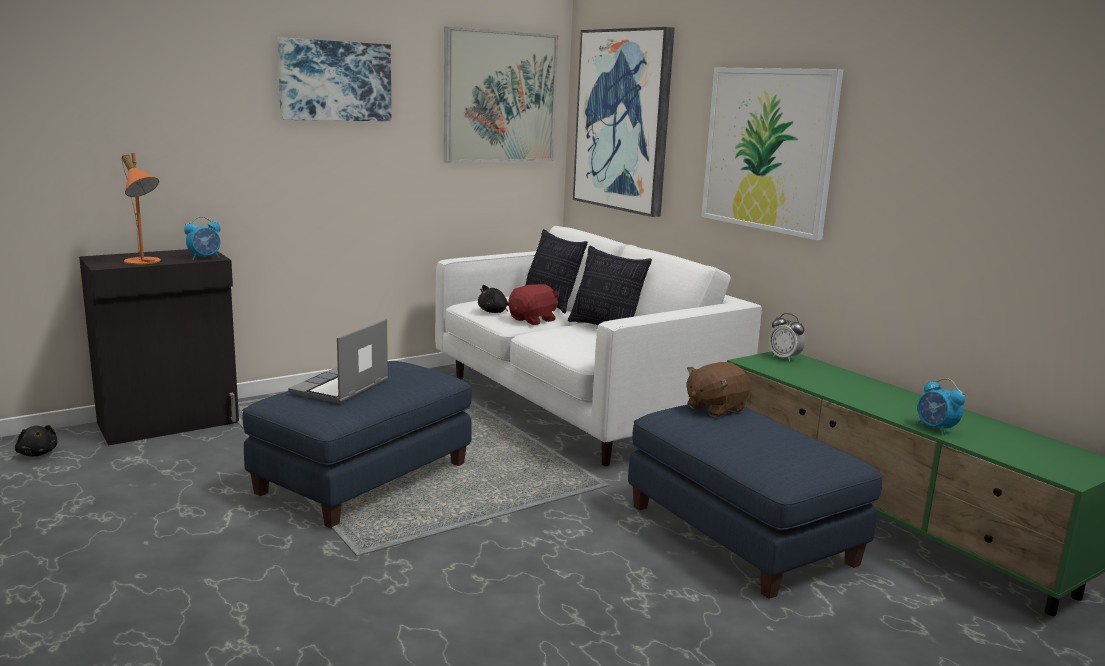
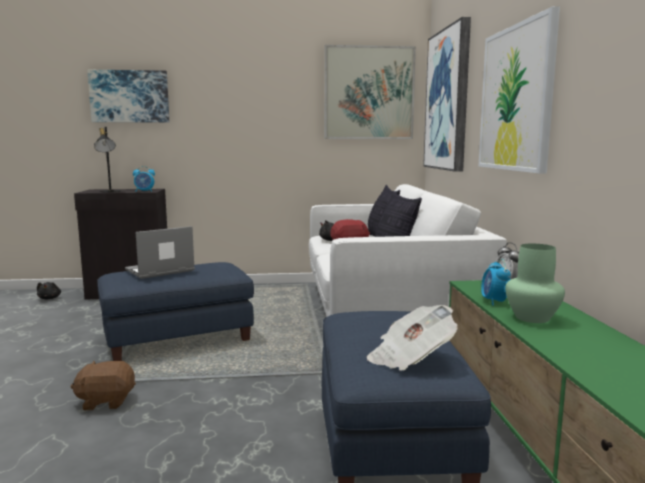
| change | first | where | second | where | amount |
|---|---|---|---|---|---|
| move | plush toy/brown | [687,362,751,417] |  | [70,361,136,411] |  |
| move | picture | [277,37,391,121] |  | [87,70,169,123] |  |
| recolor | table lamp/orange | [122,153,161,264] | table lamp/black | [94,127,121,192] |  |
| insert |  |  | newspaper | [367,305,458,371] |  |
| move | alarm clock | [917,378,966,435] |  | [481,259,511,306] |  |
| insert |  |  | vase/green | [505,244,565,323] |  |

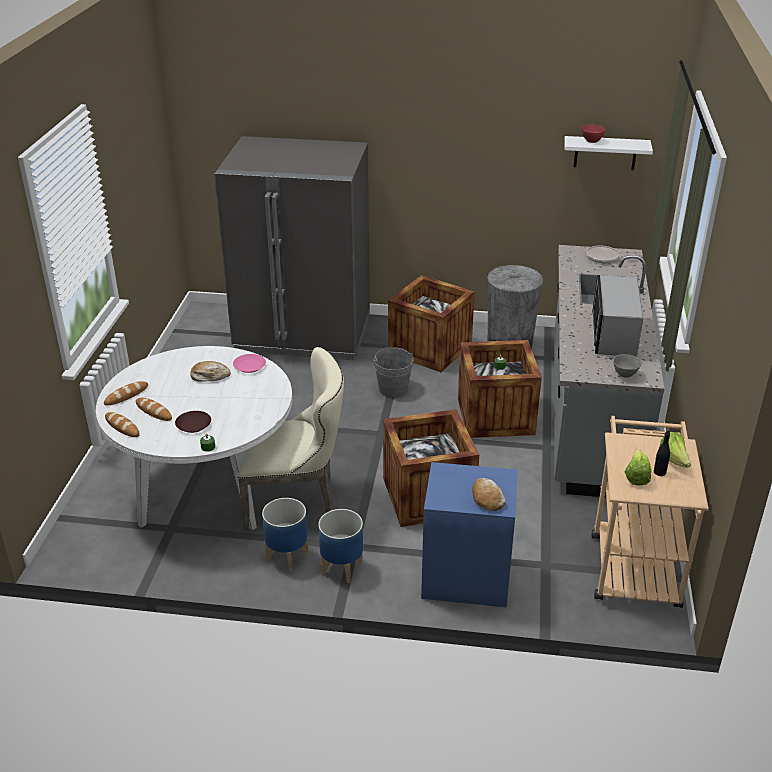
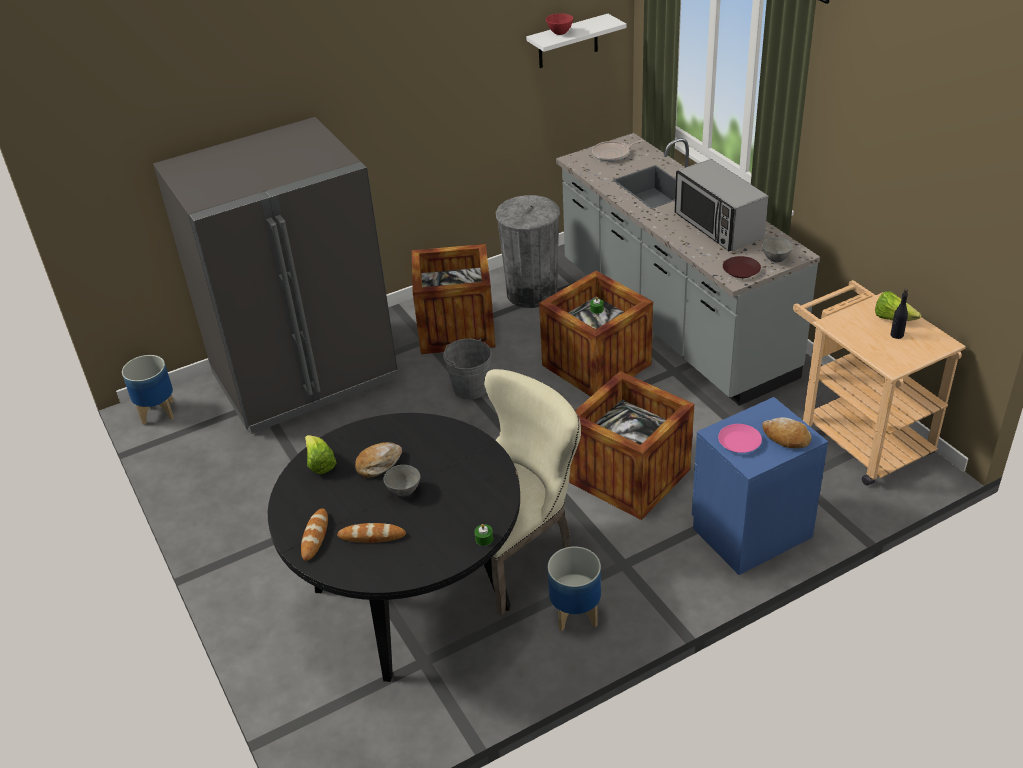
| change | first | where | second | where | amount |
|---|---|---|---|---|---|
| move | planter | [318,509,363,583] |  | [122,355,174,425] |  |
| recolor | dining table/white | [96,346,292,530] | dining table/black | [268,413,520,682] |  |
| move | lettuce | [625,449,652,486] |  | [305,435,336,474] |  |
| insert |  |  | bowl/grey | [384,465,420,496] |  |
| move | plate/pink | [233,354,266,373] |  | [718,424,762,453] |  |
| move | plate/brown | [175,411,211,433] |  | [723,256,761,278] |  |
| delete | bread | [105,412,140,437] |  |  |  |

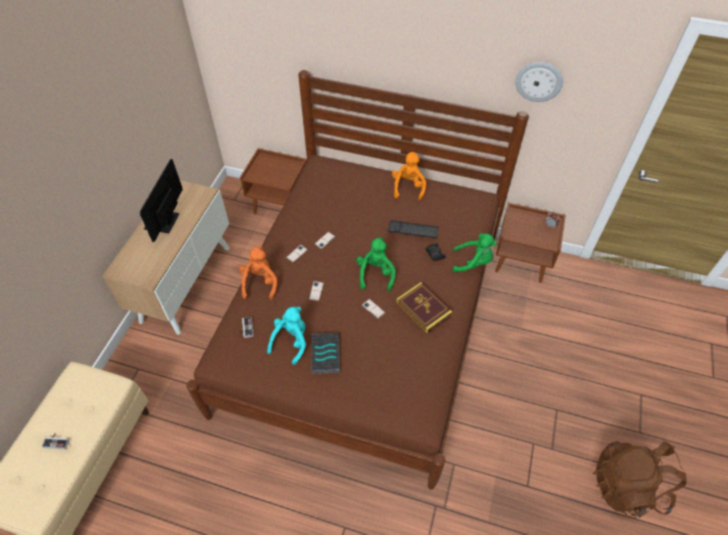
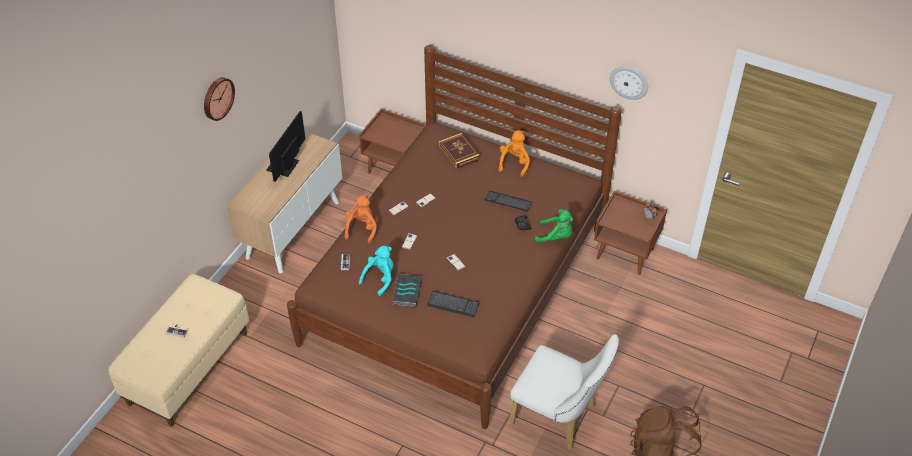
| change | first | where | second | where | amount |
|---|---|---|---|---|---|
| insert |  |  | wall clock | [204,77,235,121] |  |
| insert |  |  | keyboard | [427,291,479,317] |  |
| move | book | [396,282,453,334] |  | [439,133,480,169] |  |
| insert |  |  | chair/white | [510,334,619,450] |  |
| delete | plush toy/green | [356,237,396,291] |  |  |  |

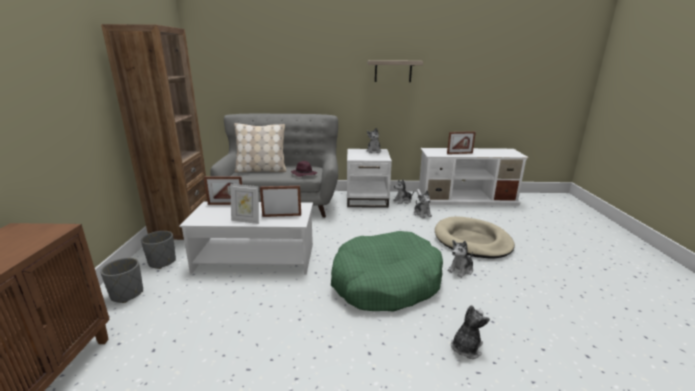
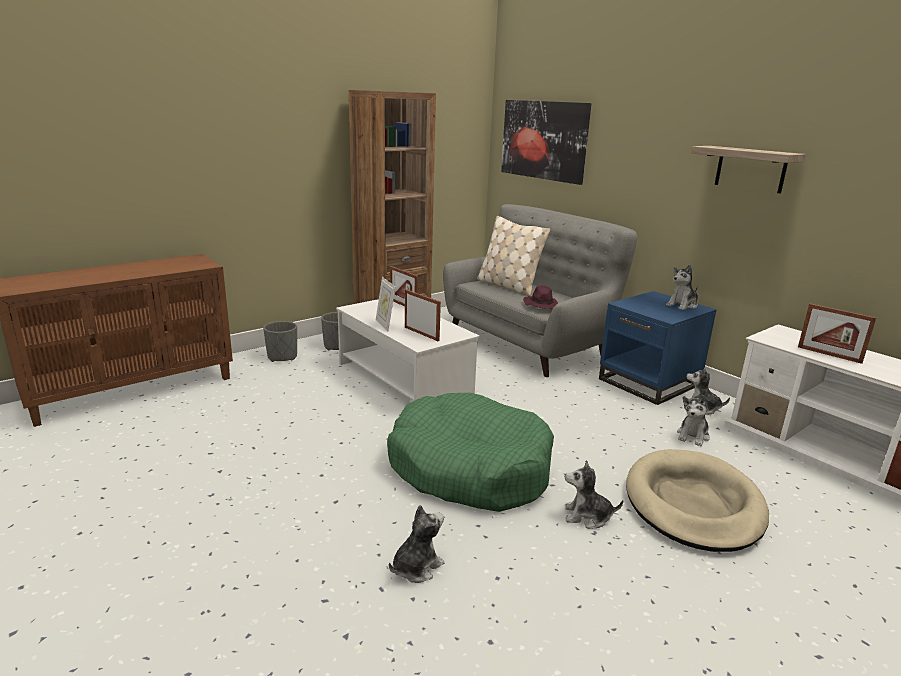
| change | first | where | second | where | amount |
|---|---|---|---|---|---|
| rotate | plush toy | [451,305,490,359] |  | [389,505,445,583] | 45 degrees counterclockwise |
| insert |  |  | picture | [501,100,592,185] |  |
| recolor | side table/white | [347,149,392,208] | side table/blue | [599,291,717,405] |  |

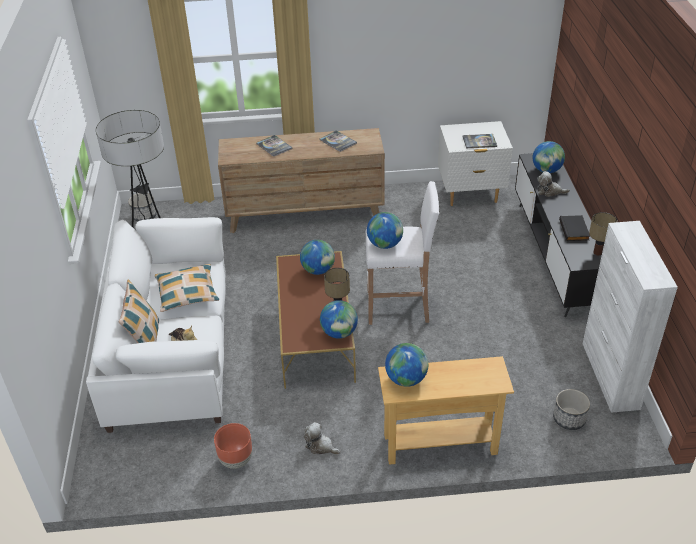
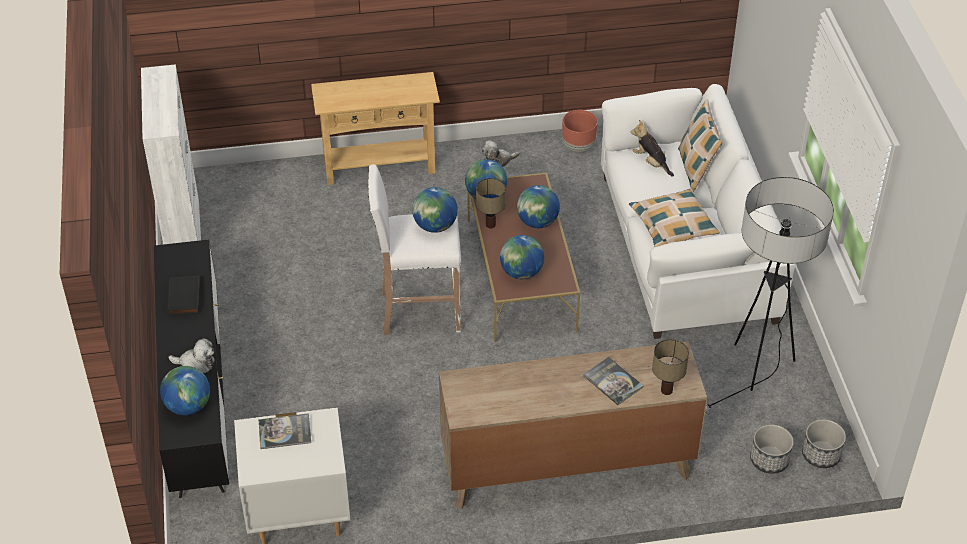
| change | first | where | second | where | amount |
|---|---|---|---|---|---|
| rotate | plush toy | [304,422,341,454] |  | [481,140,520,167] | 135 degrees clockwise |
| move | globe | [385,343,428,387] |  | [517,185,560,228] |  |
| move | table lamp | [589,212,618,255] |  | [652,339,689,395] |  |
| move | planter | [553,389,590,430] |  | [750,425,794,474] |  |
| delete | book | [320,130,357,152] |  |  |  |

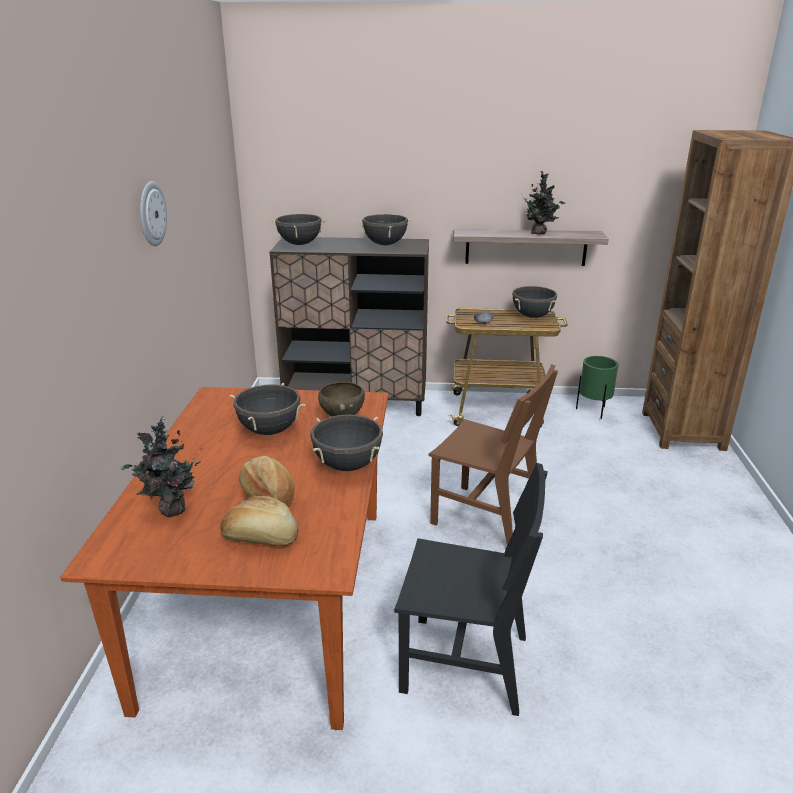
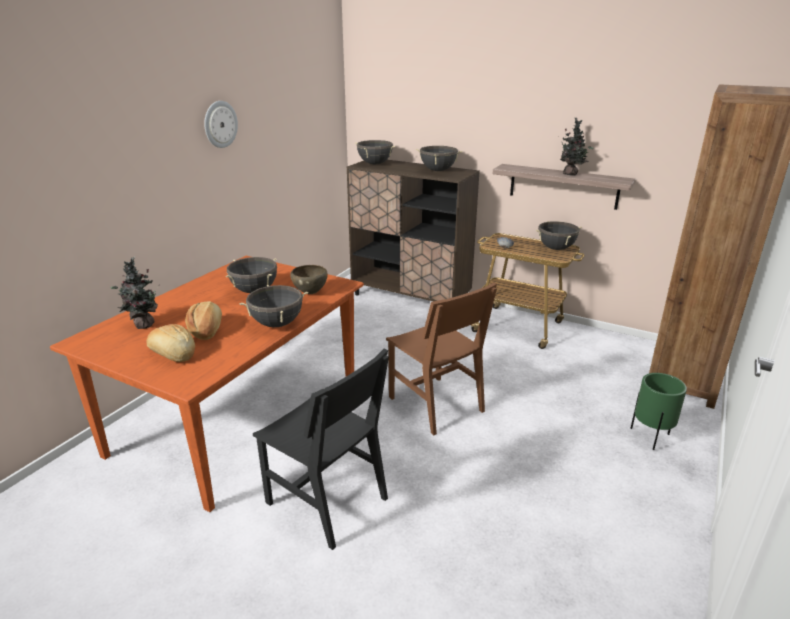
| change | first | where | second | where | amount |
|---|---|---|---|---|---|
| move | planter/green | [576,356,618,419] |  | [631,373,687,450] |  |

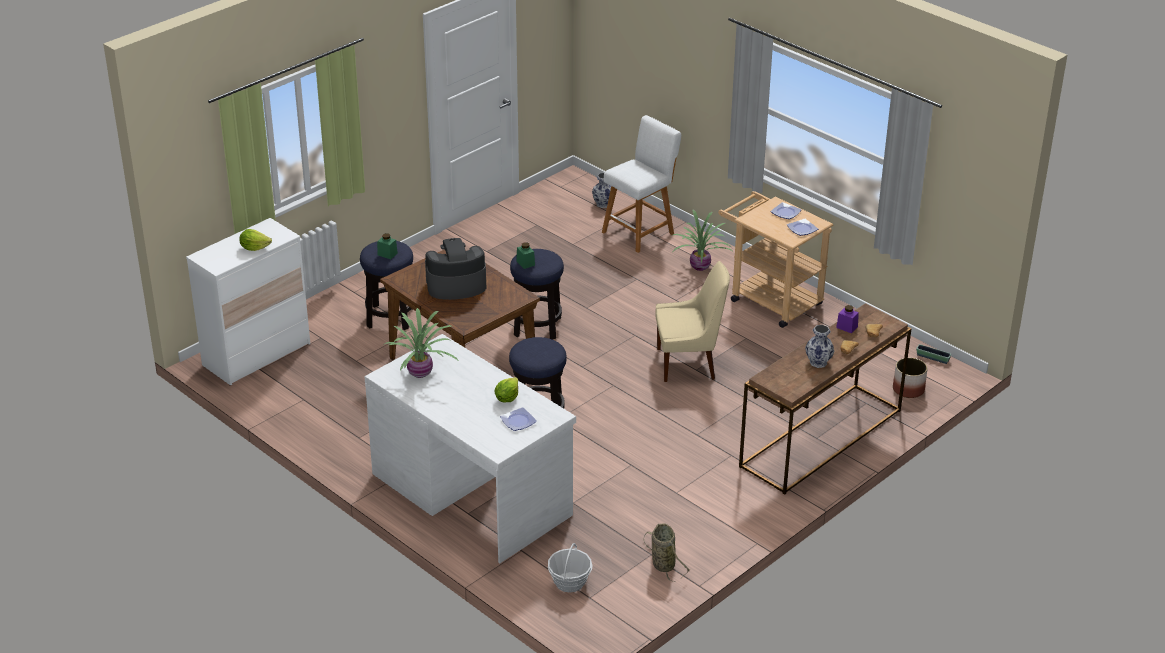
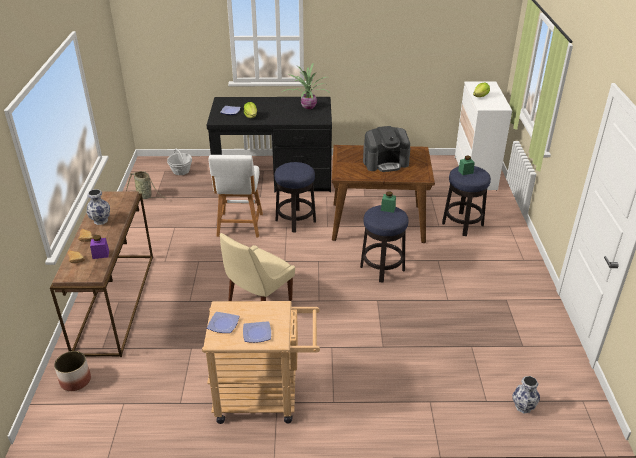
| change | first | where | second | where | amount |
|---|---|---|---|---|---|
| recolor | desk/white | [365,334,576,563] | desk/black | [207,97,332,193] |  |
| move | stool/white | [602,115,681,253] |  | [208,155,263,237] |  |
| rotate | coffee machine | [425,238,486,300] |  | [363,126,410,172] | 45 degrees clockwise |
| delete | potted plant | [671,210,732,271] |  |  |  |
| delete | planter | [916,344,951,364] |  |  |  |

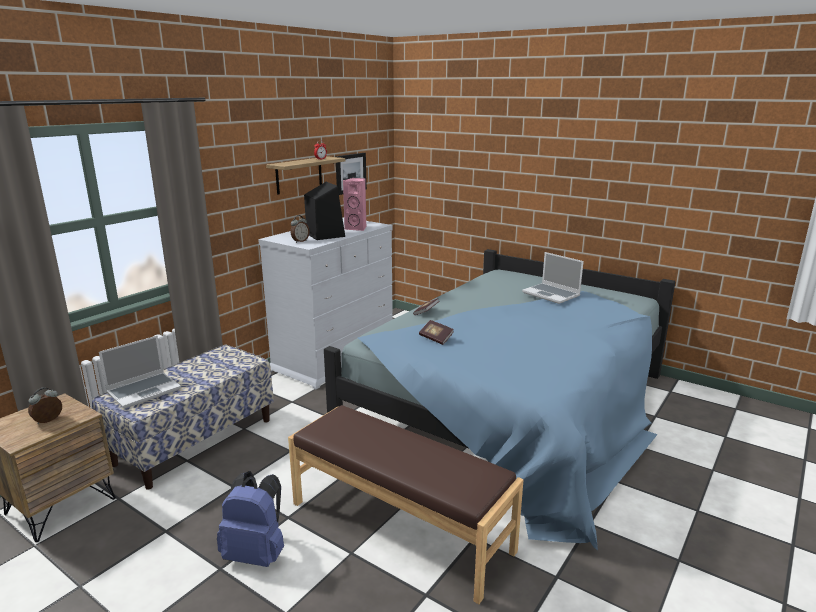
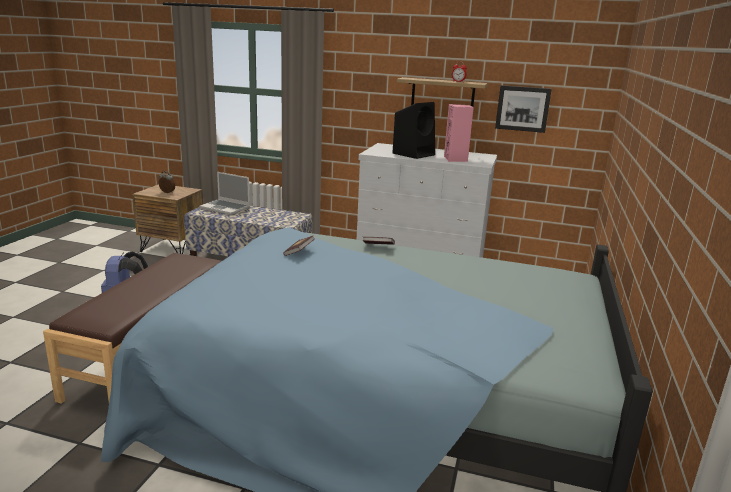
| change | first | where | second | where | amount |
|---|---|---|---|---|---|
| delete | alarm clock | [291,215,309,243] |  |  |  |
| delete | laptop | [522,252,584,304] |  |  |  |

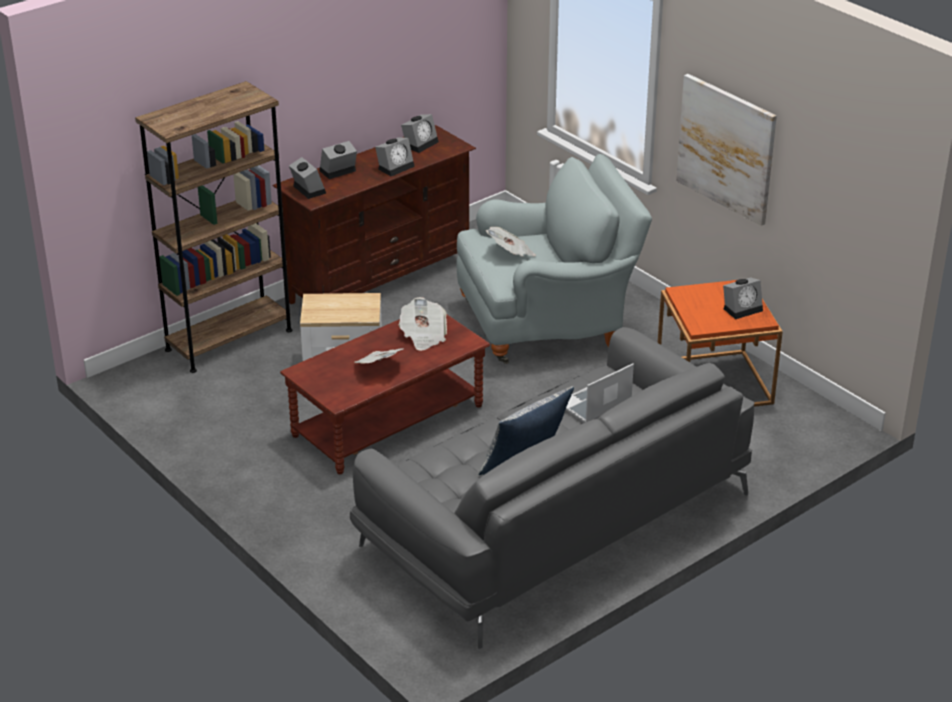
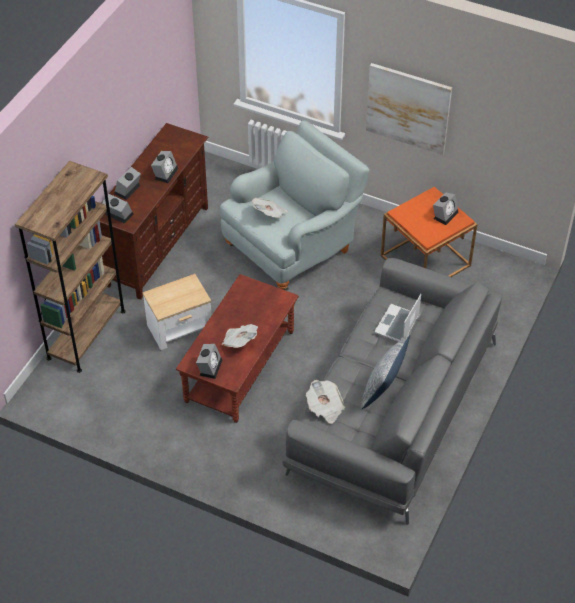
| change | first | where | second | where | amount |
|---|---|---|---|---|---|
| move | alarm clock | [401,114,439,153] |  | [196,344,222,379] |  |
| move | newspaper | [399,297,447,351] |  | [306,380,345,424] |  |

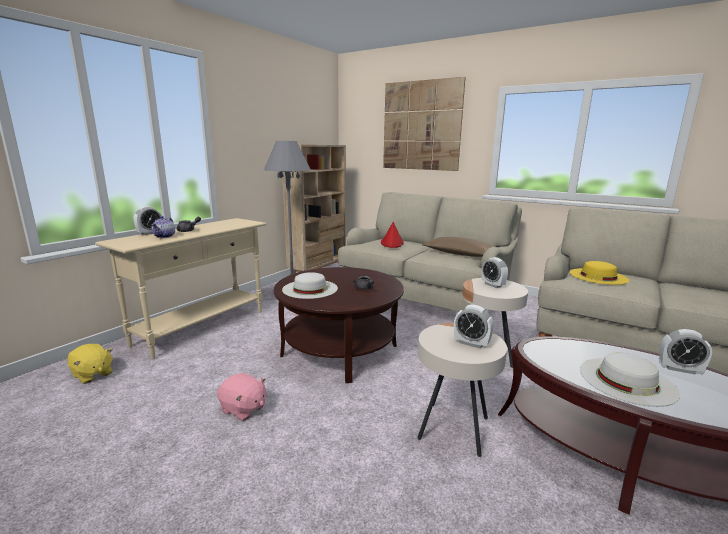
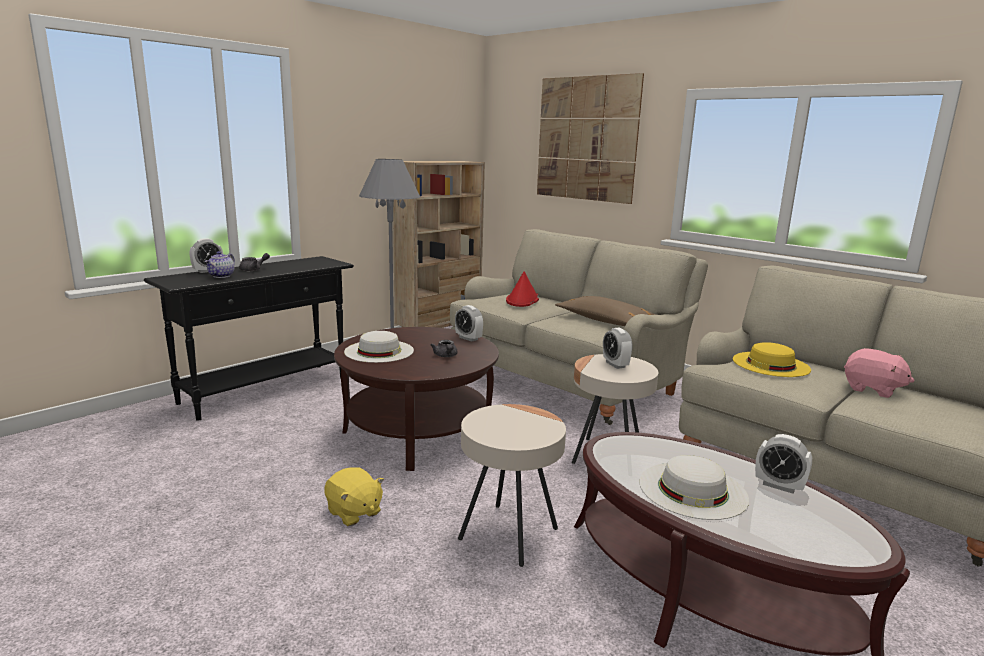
| change | first | where | second | where | amount |
|---|---|---|---|---|---|
| recolor | console table/beige | [95,218,266,359] | console table/black | [144,256,354,421] |  |
| move | plush toy/yellow | [68,344,113,384] |  | [324,467,384,526] |  |
| move | alarm clock | [454,304,494,349] |  | [455,305,483,342] |  |
| move | plush toy/pink | [217,373,266,421] |  | [844,348,915,398] |  |

